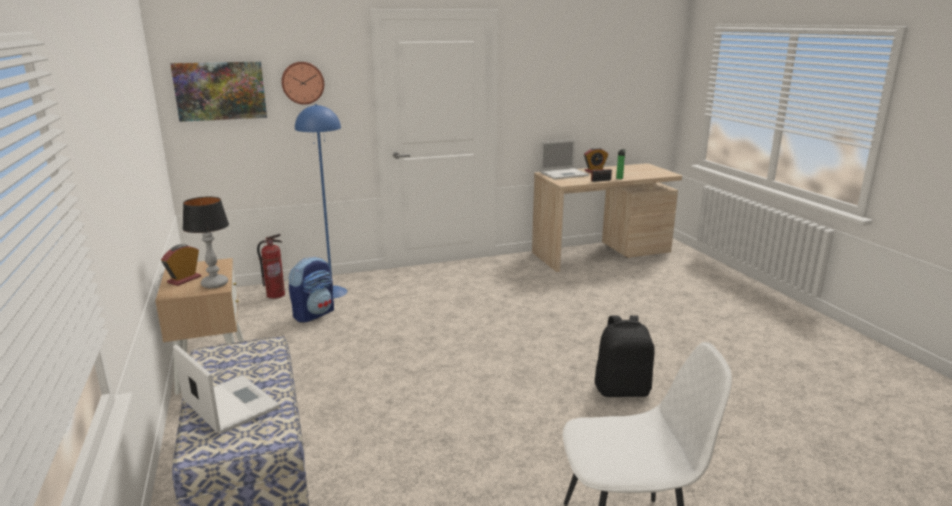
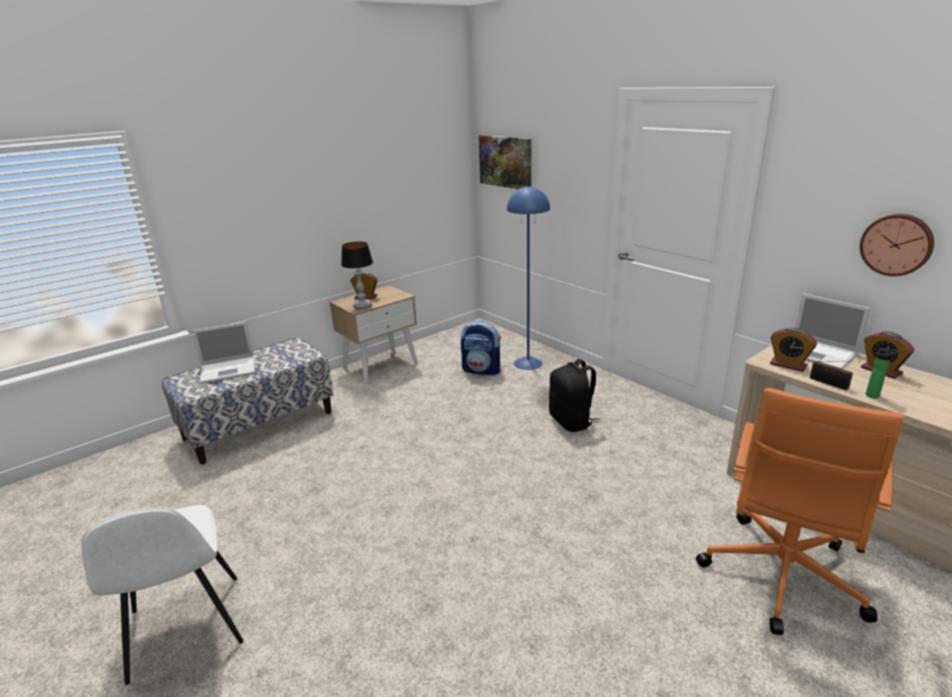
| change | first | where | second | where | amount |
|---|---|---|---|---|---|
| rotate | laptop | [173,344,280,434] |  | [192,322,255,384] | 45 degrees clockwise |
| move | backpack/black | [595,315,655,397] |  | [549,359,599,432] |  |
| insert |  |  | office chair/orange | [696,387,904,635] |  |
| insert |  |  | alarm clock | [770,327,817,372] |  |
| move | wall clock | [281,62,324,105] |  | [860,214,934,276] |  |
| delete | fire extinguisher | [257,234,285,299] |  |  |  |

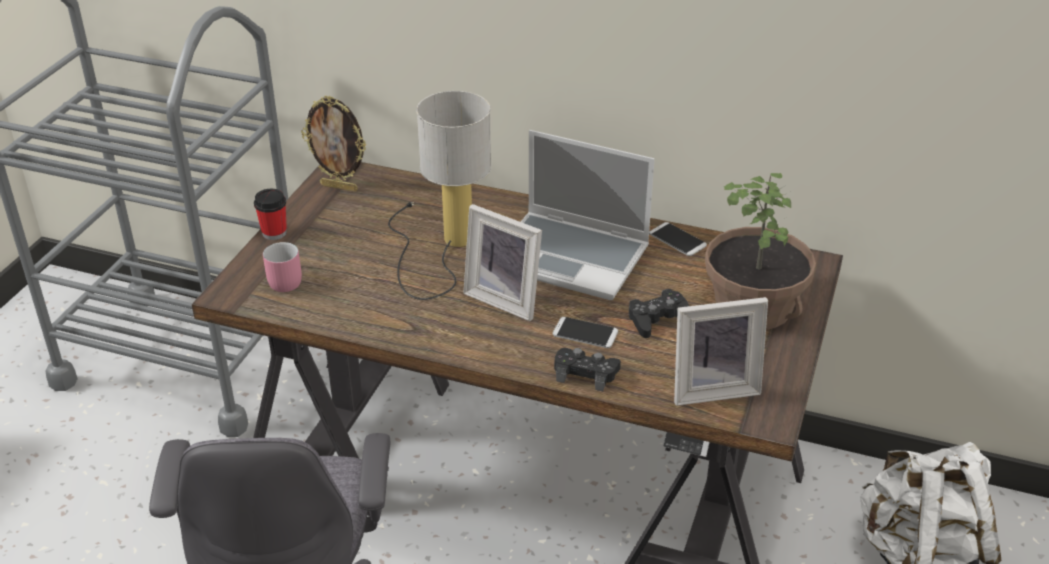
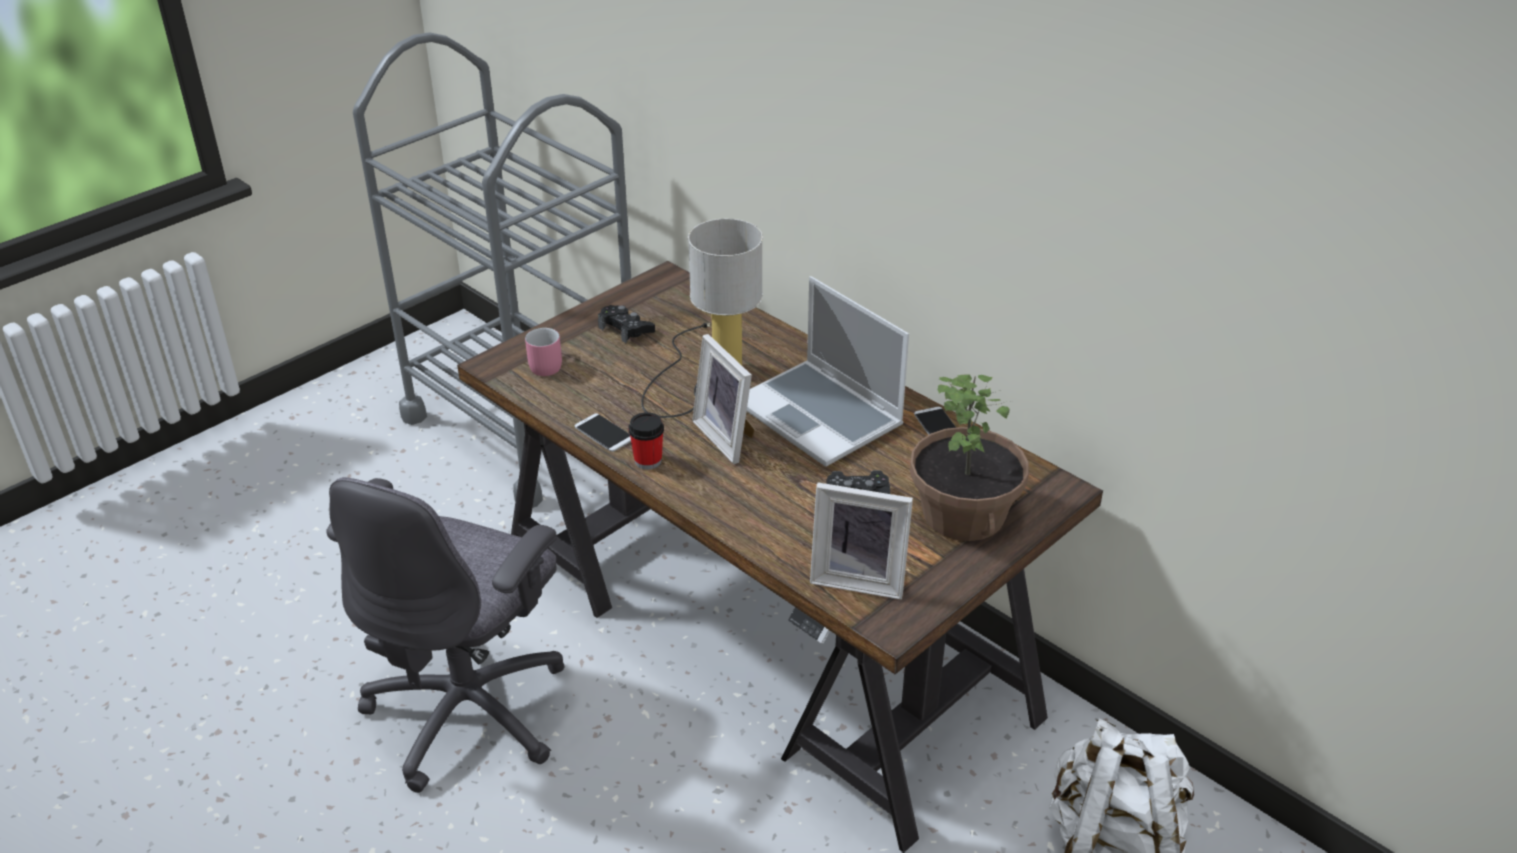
| change | first | where | second | where | amount |
|---|---|---|---|---|---|
| move | phone | [553,317,618,348] |  | [575,413,631,452] |  |
| move | game controller/black | [554,348,621,391] |  | [598,305,655,343] |  |
| move | cup | [254,189,287,240] |  | [628,412,664,470] |  |
| delete | picture frame | [301,95,366,192] |  |  |  |

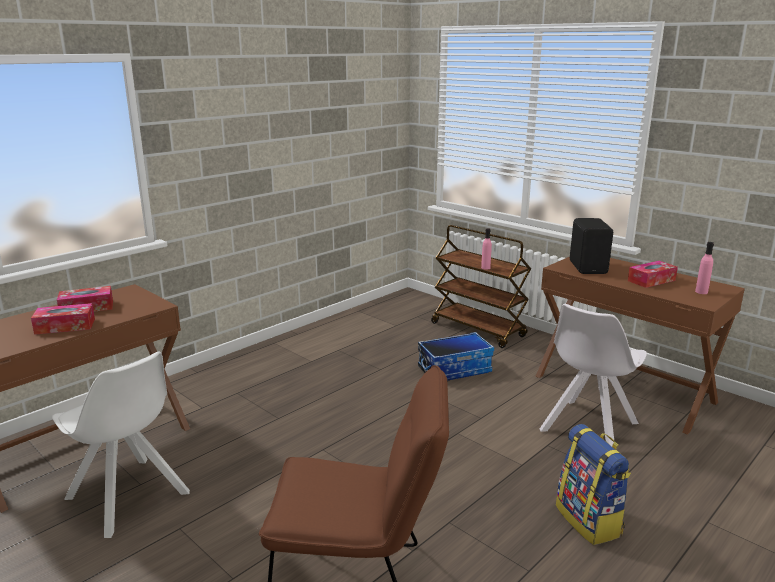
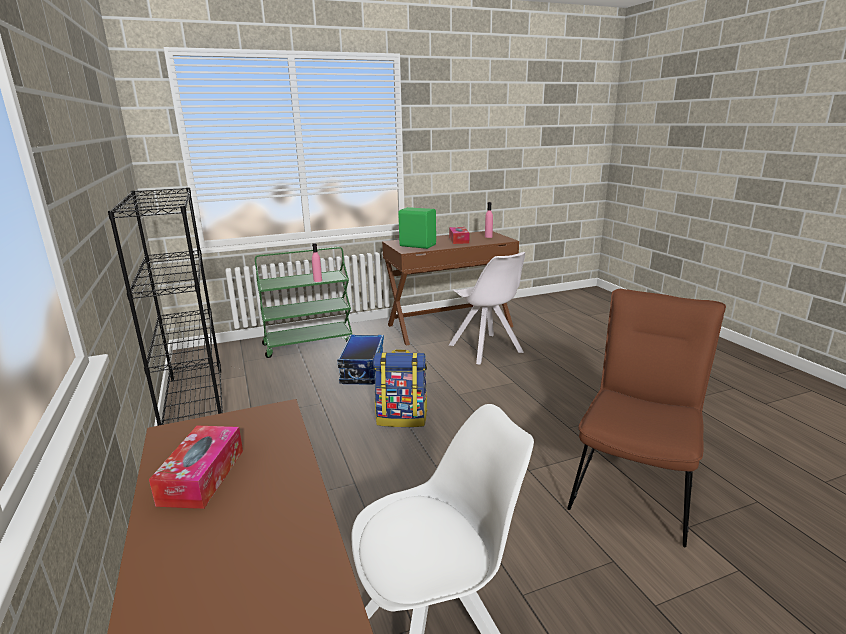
| change | first | where | second | where | amount |
|---|---|---|---|---|---|
| insert |  |  | bookcase/black | [108,187,223,426] |  |
| recolor | cart/brown | [431,225,531,348] | cart/green | [255,247,353,358] |  |
| move | backpack | [556,424,631,545] |  | [373,350,428,427] |  |
| recolor | speaker/black | [570,218,613,274] | speaker/green | [398,207,436,249] |  |
| delete | tissue box | [31,303,95,335] |  |  |  |

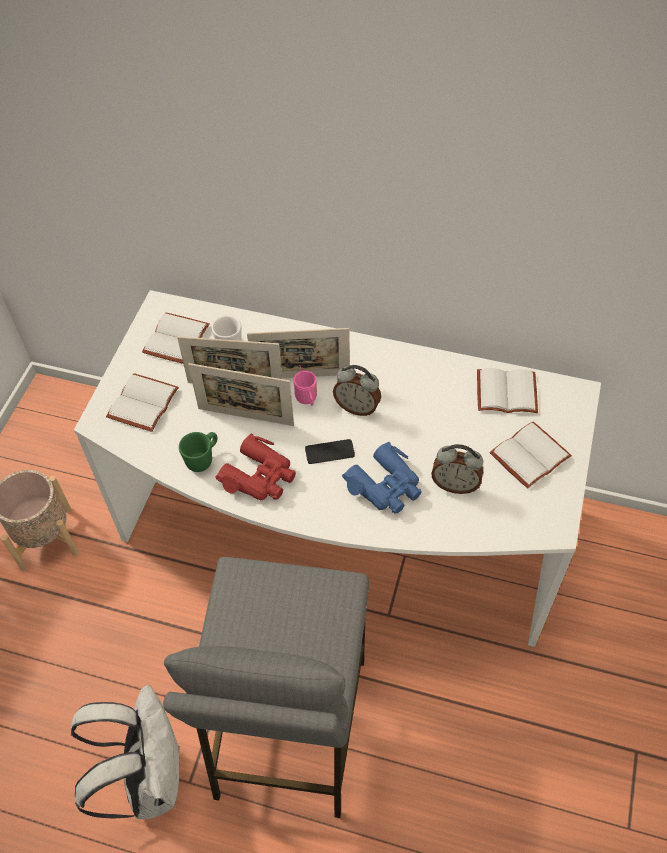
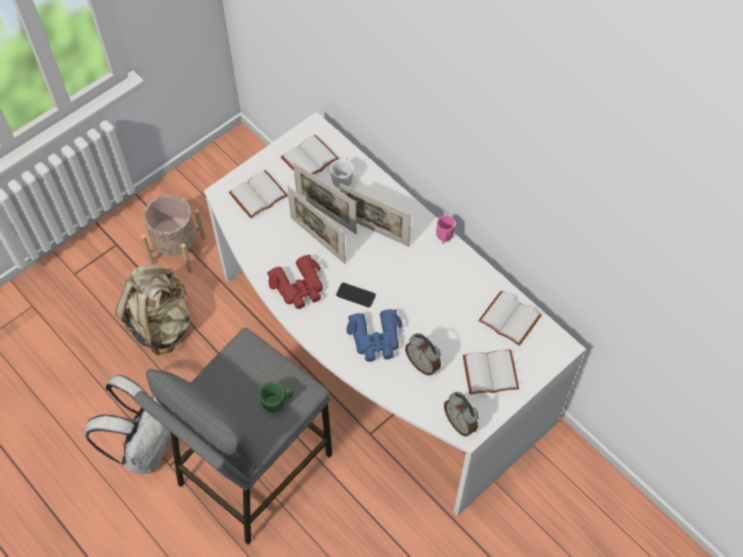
| change | first | where | second | where | amount |
|---|---|---|---|---|---|
| insert |  |  | backpack/beige | [115,265,190,356] |  |
| move | mug/green | [179,432,217,472] |  | [258,382,294,412] |  |
| move | mug/pink | [293,365,317,406] |  | [436,211,455,244] |  |
| move | alarm clock | [333,365,381,416] |  | [444,392,479,436] |  |

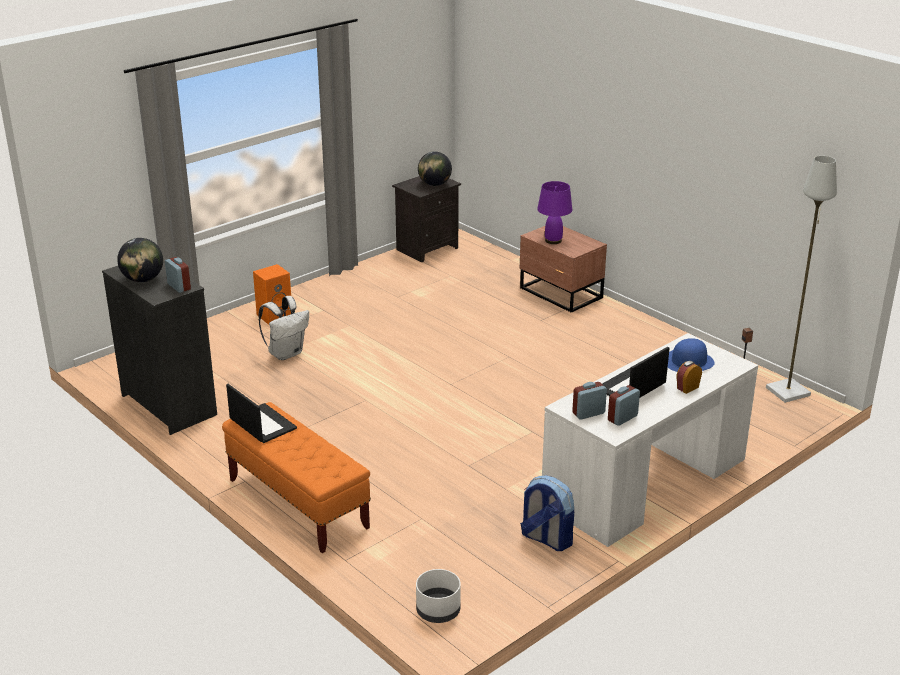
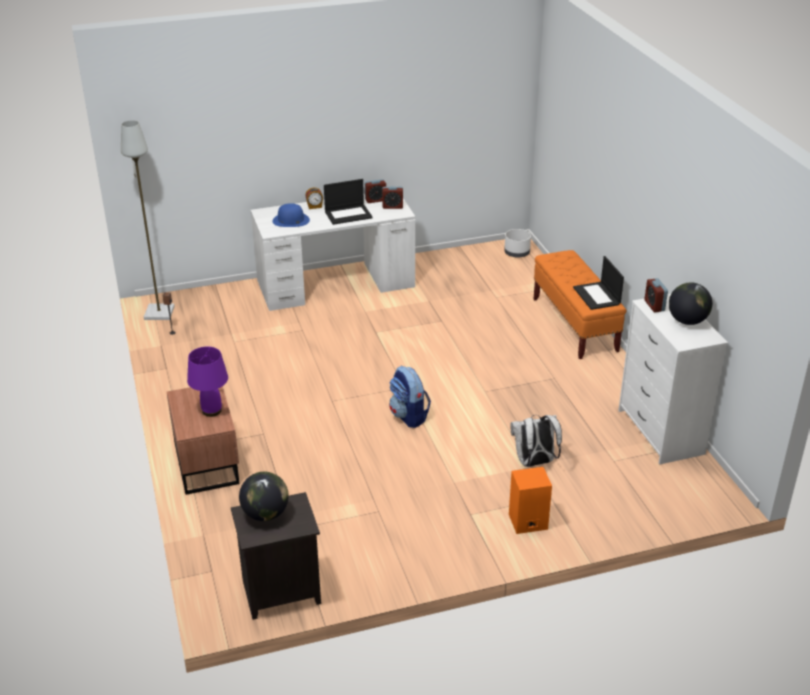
| change | first | where | second | where | amount |
|---|---|---|---|---|---|
| move | backpack | [520,476,574,551] |  | [389,366,431,428] |  |
| recolor | dresser/black | [102,263,217,435] | dresser/white | [618,294,728,464] |  |

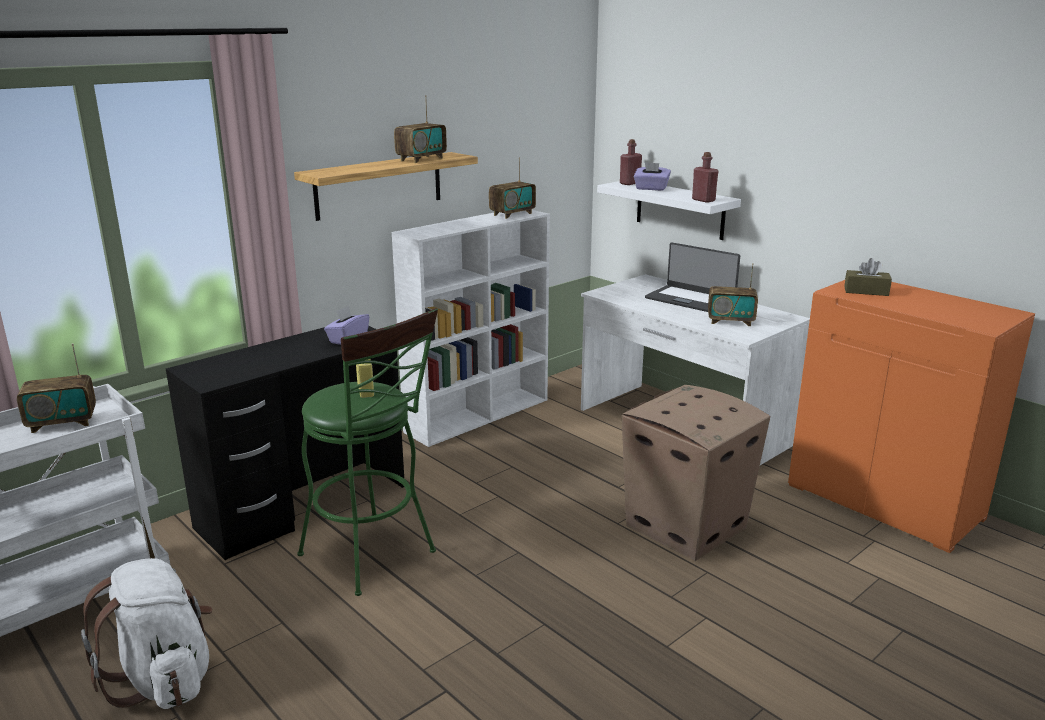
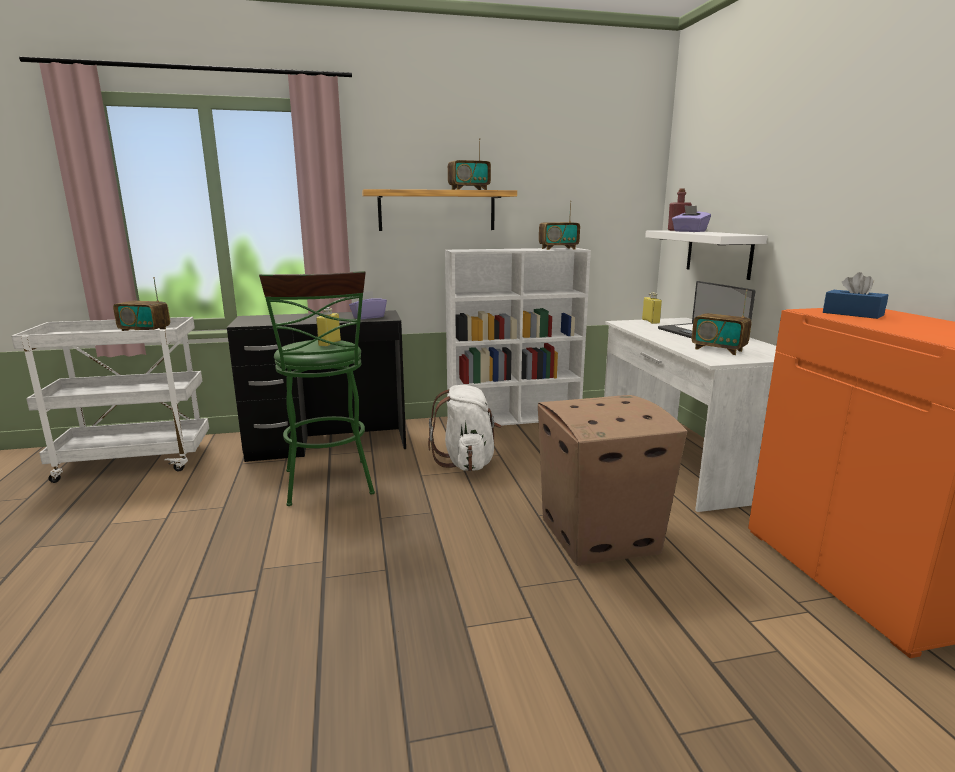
| change | first | where | second | where | amount |
|---|---|---|---|---|---|
| move | backpack/white | [81,558,212,709] |  | [428,385,501,471] |  |
| insert |  |  | bottle/yellow | [642,292,662,324] |  |
| recolor | tissue box/brown | [844,258,892,296] | tissue box/blue | [823,272,888,319] |  |
| delete | bottle/red | [692,152,718,203] |  |  |  |

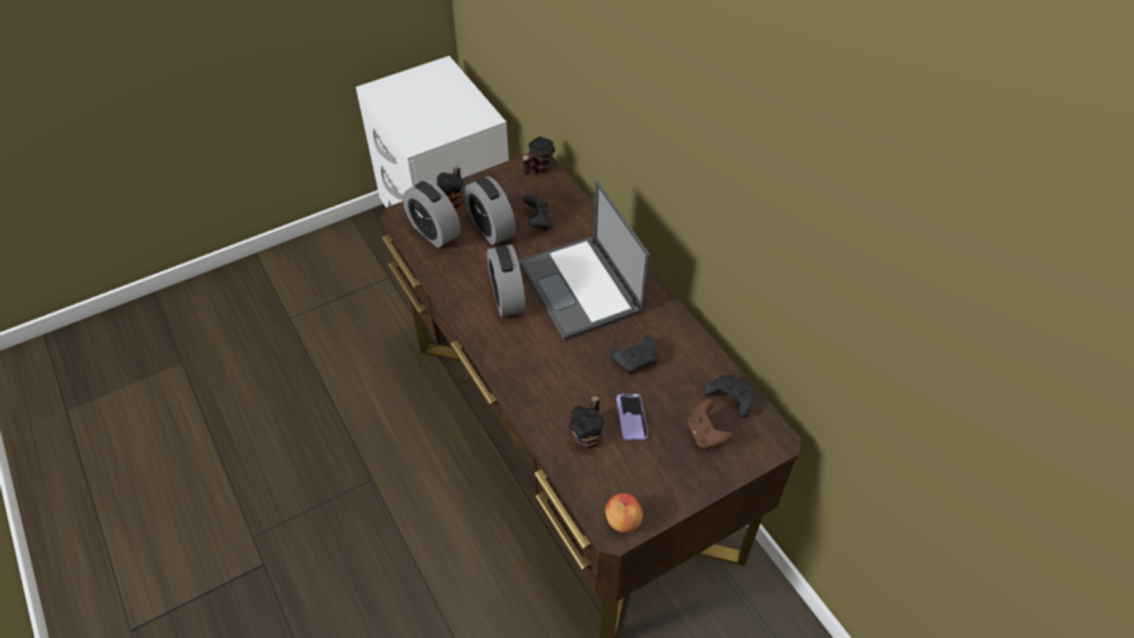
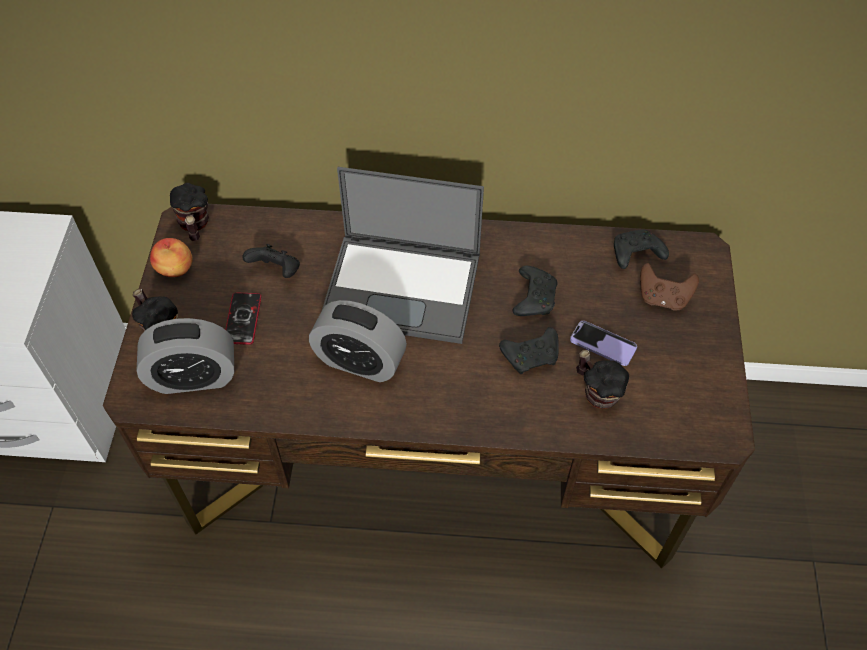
| change | first | where | second | where | amount |
|---|---|---|---|---|---|
| move | apple | [605,493,643,533] |  | [150,238,193,277] |  |
| replace | alarm clock | [464,177,516,245] | phone | [225,293,261,345] |  |
| insert |  |  | game controller/black | [499,327,559,374] |  |

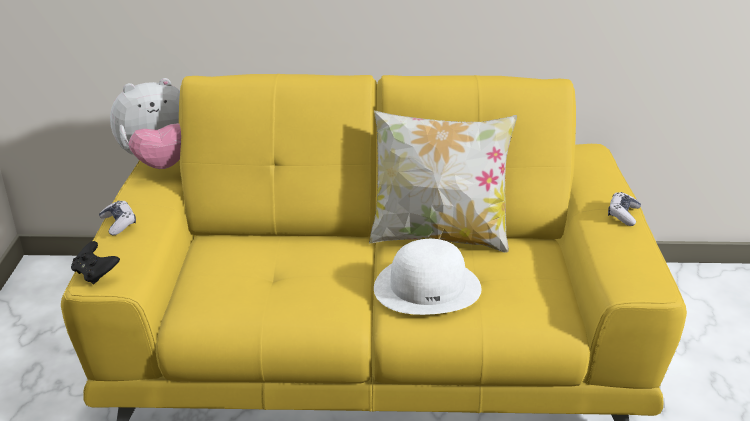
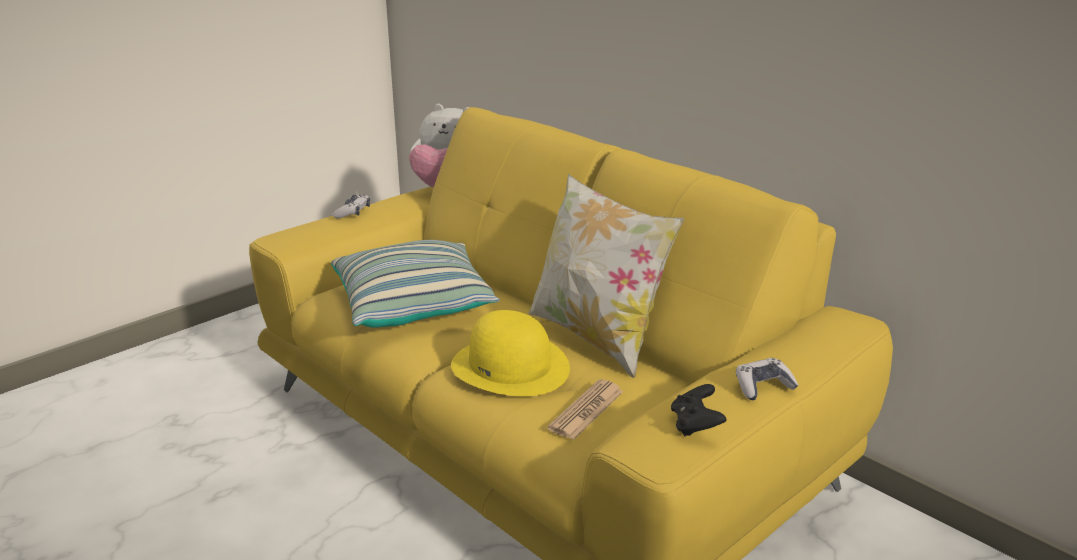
| change | first | where | second | where | amount |
|---|---|---|---|---|---|
| insert |  |  | pillow | [331,240,500,328] |  |
| recolor | hat/white | [374,239,481,315] | hat/yellow | [451,310,570,396] |  |
| insert |  |  | newspaper | [547,379,623,440] |  |
| move | game controller/black | [71,241,120,285] |  | [671,384,726,437] |  |

